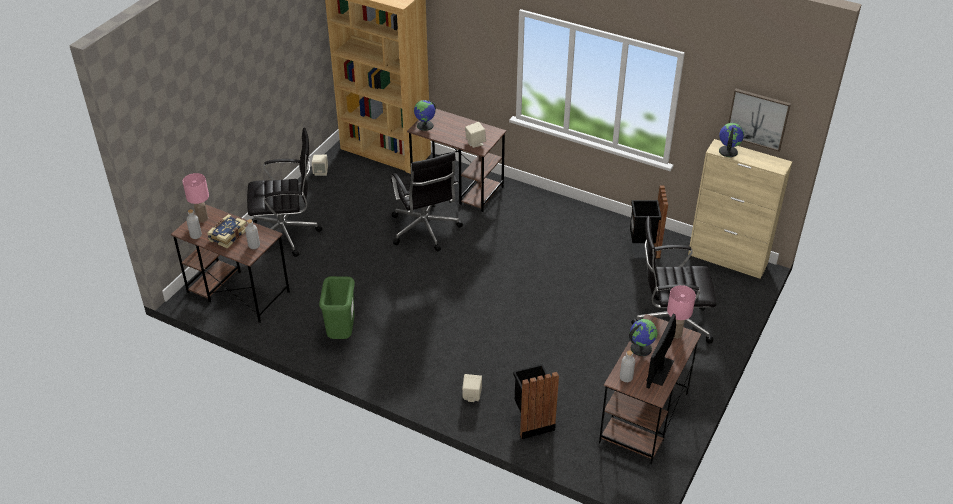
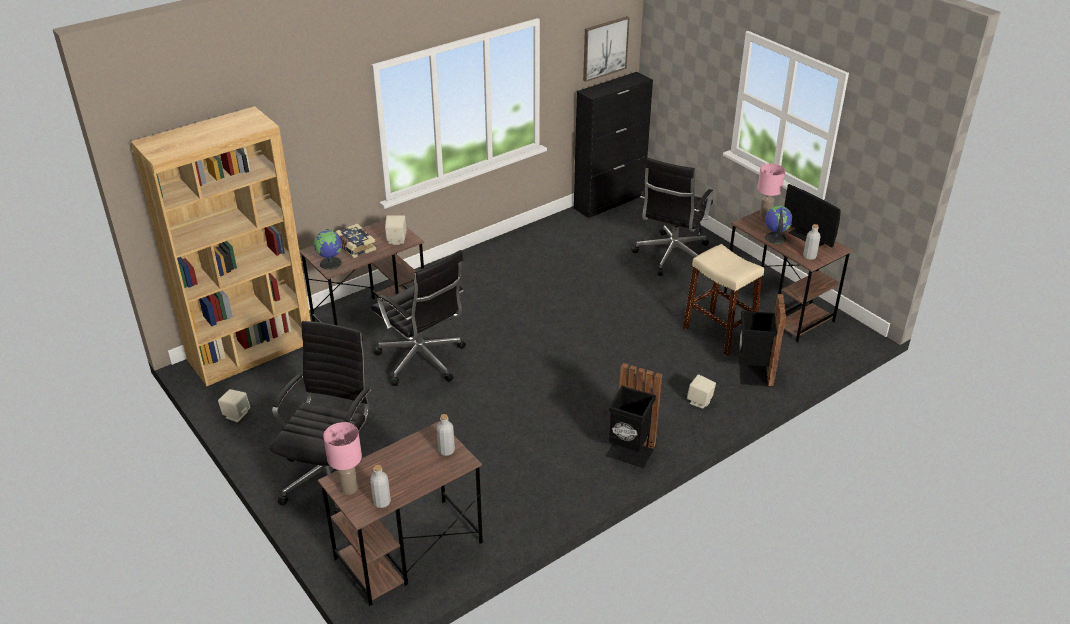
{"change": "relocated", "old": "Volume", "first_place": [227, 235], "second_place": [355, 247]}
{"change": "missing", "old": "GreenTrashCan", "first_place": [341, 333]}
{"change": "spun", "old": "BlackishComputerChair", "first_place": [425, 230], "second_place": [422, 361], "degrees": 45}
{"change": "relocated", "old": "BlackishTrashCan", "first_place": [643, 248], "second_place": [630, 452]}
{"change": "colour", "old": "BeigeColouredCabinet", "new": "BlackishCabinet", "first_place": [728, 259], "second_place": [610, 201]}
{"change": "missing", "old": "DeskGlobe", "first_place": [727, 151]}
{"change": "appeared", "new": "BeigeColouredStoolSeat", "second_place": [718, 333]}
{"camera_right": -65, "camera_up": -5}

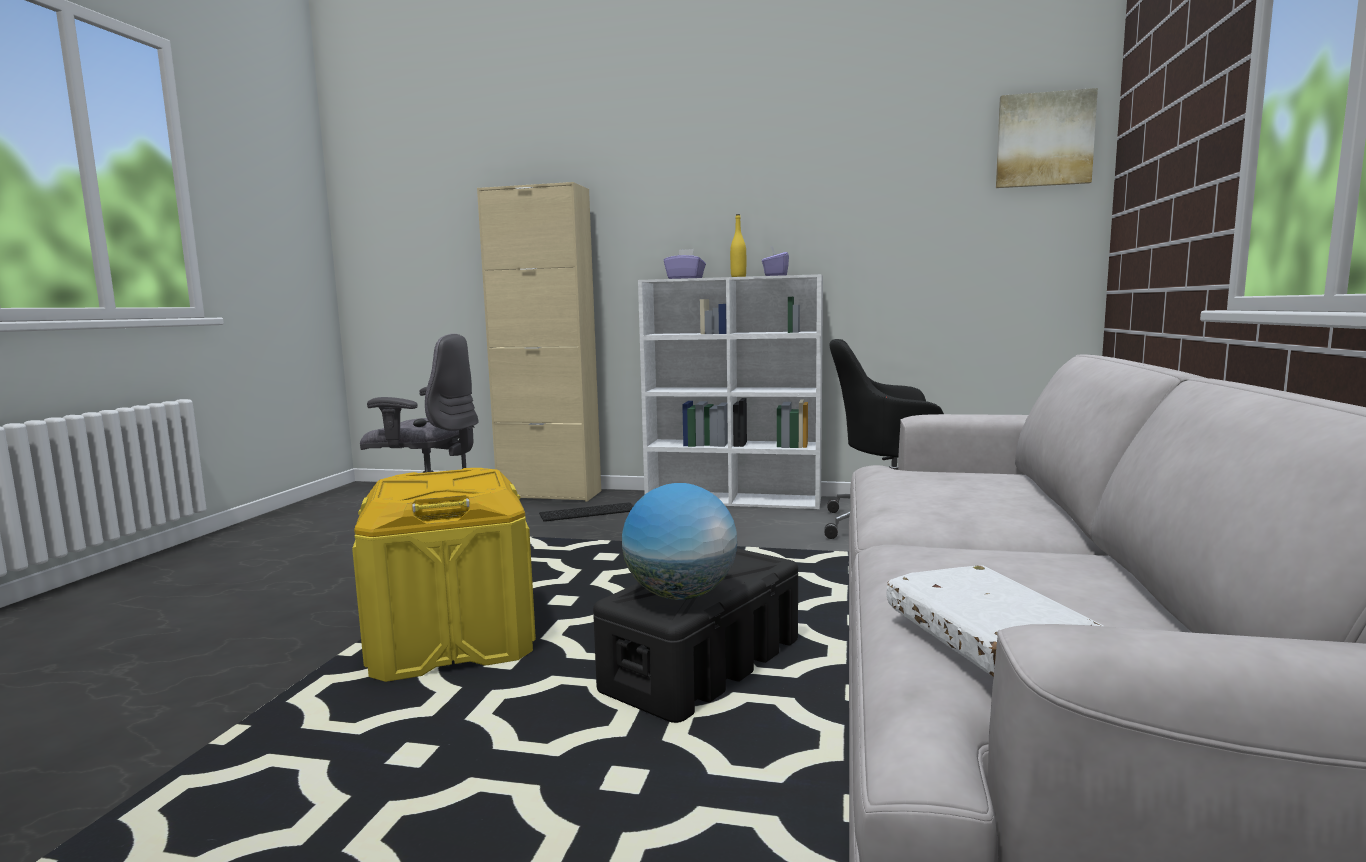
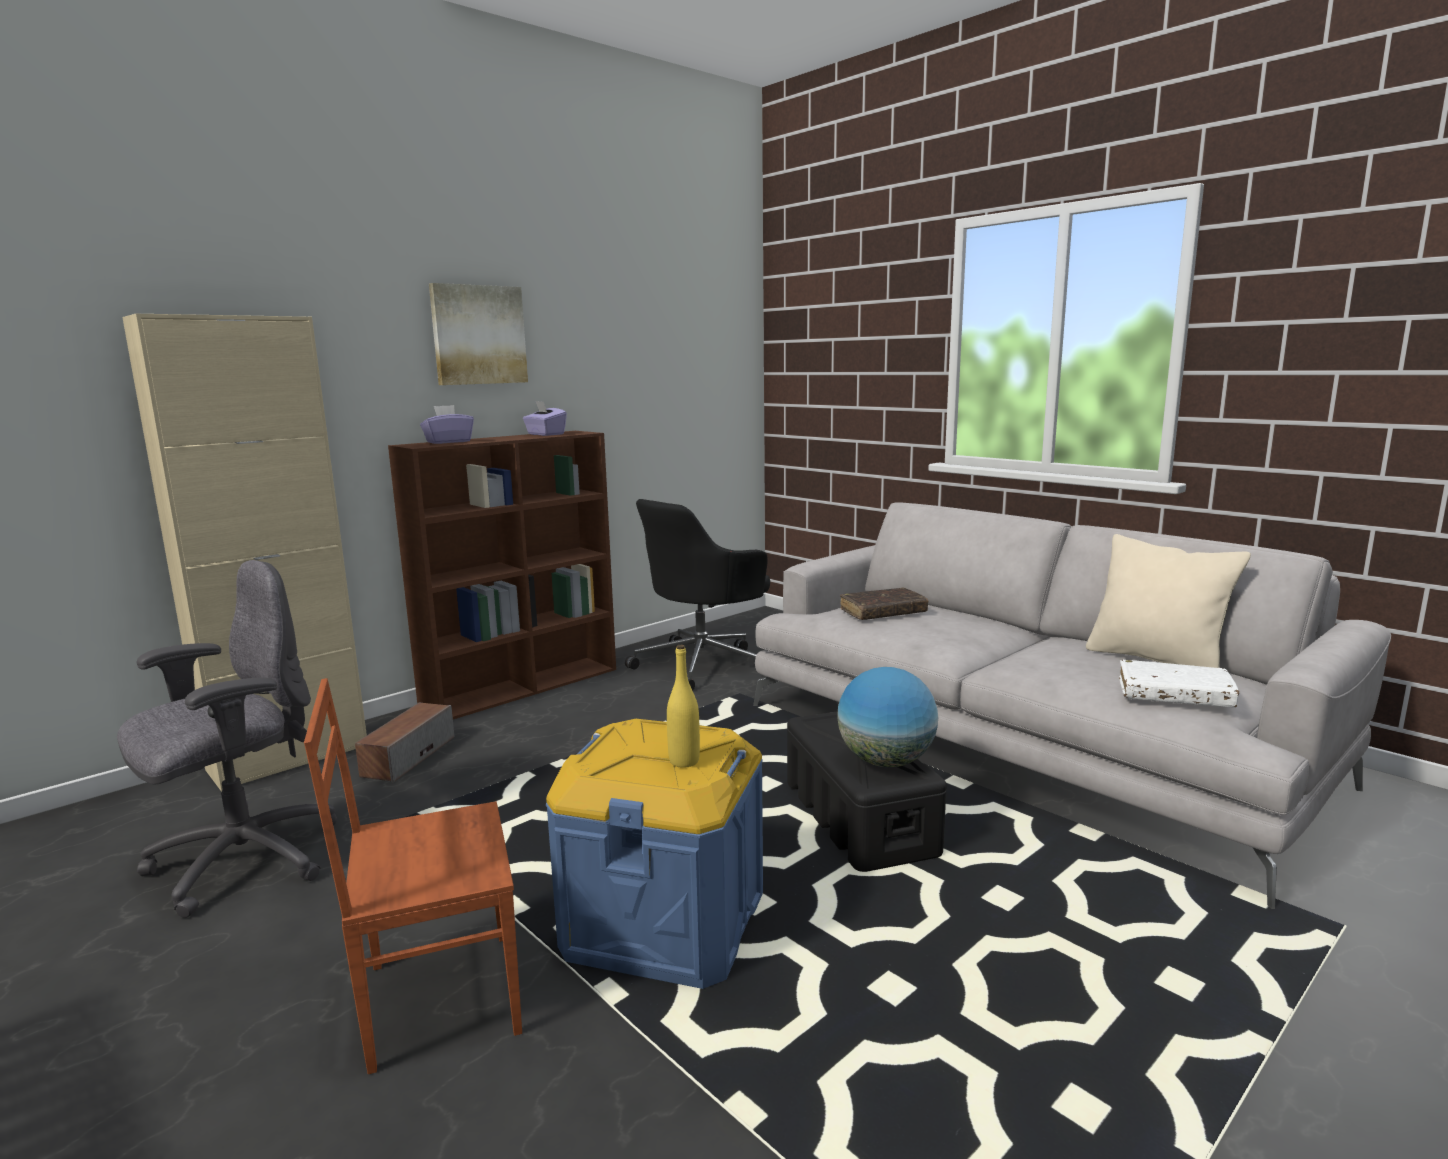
{"change": "colour", "old": "YellowColouredStorageBin", "new": "BlueColouredStorageBin", "first_place": [452, 640], "second_place": [665, 921]}
{"change": "exchanged", "old": "ComputerKeyboard", "new": "Speaker", "first_place": [589, 512], "second_place": [408, 756]}
{"change": "colour", "old": "WhiteBookcase", "new": "BrownColouredBookcase", "first_place": [735, 500], "second_place": [523, 687]}
{"change": "relocated", "old": "YellowColouredDrinkBottle", "first_place": [738, 277], "second_place": [684, 761]}
{"change": "relocated", "old": "WallArt", "first_place": [1044, 140], "second_place": [478, 335]}
{"change": "appeared", "new": "BrownColouredUprightChair", "second_place": [439, 997]}
{"change": "appeared", "new": "BrownColouredVolume", "second_place": [883, 612]}
{"change": "appeared", "new": "BeigeColouredPillow", "second_place": [1156, 660]}
{"camera_right": -55, "camera_up": 5}

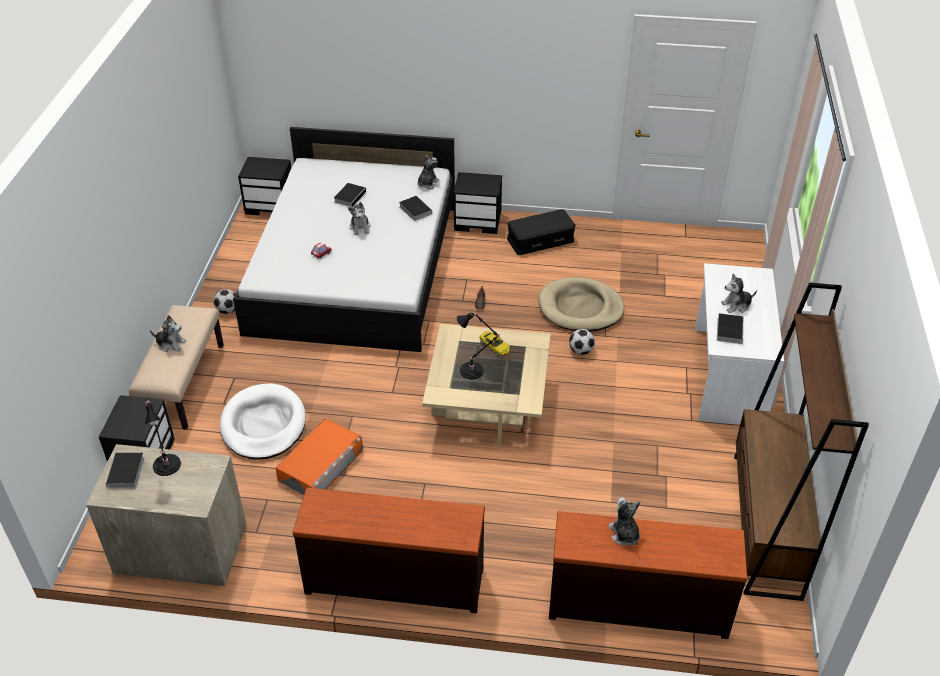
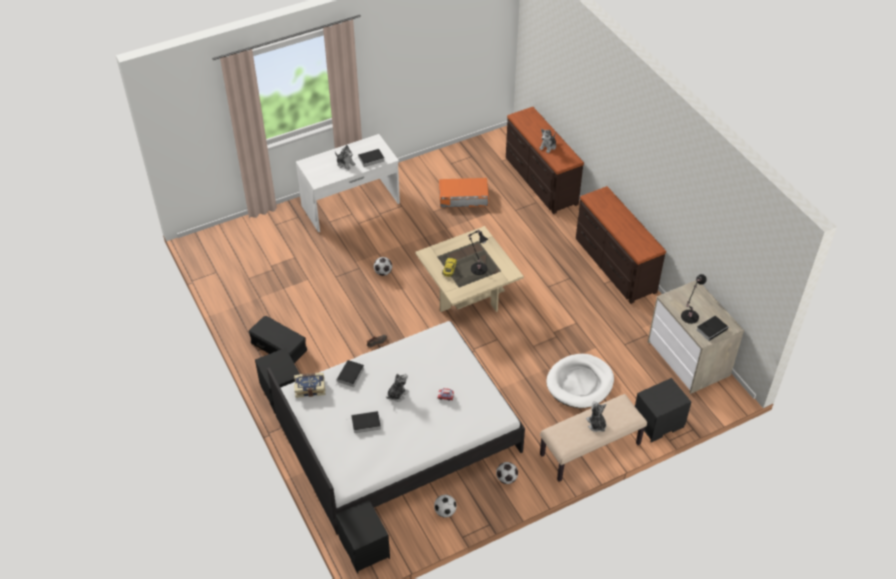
{"change": "relocated", "old": "OrangeyStorageBin", "first_place": [321, 465], "second_place": [463, 196]}
{"change": "exchanged", "old": "CuddlyToy", "new": "Volume", "first_place": [427, 183], "second_place": [310, 387]}
{"change": "missing", "old": "BeigeColouredDogBed", "first_place": [580, 308]}
{"change": "missing", "old": "BrownColouredBookcase", "first_place": [766, 525]}
{"change": "appeared", "new": "BallForFootball", "second_place": [445, 511]}
{"camera_right": -125, "camera_up": 5}

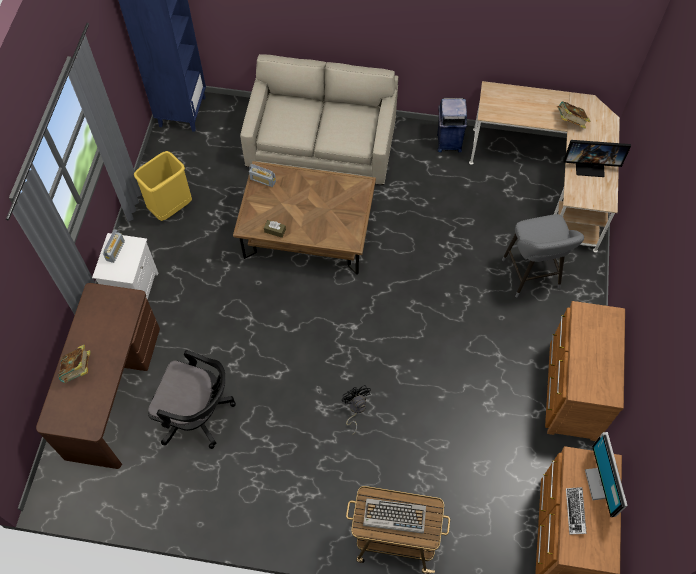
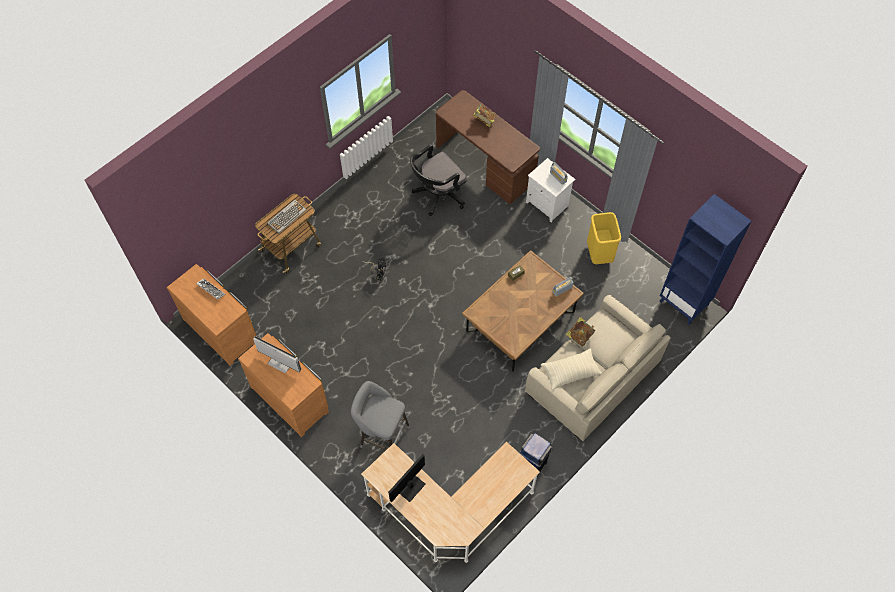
{"change": "relocated", "old": "Volume", "first_place": [570, 122], "second_place": [579, 336]}
{"change": "relocated", "old": "ComputerDisplay", "first_place": [601, 483], "second_place": [280, 363]}
{"change": "appeared", "new": "BeigeColouredPillow", "second_place": [570, 372]}
{"camera_right": 125, "camera_up": 0}

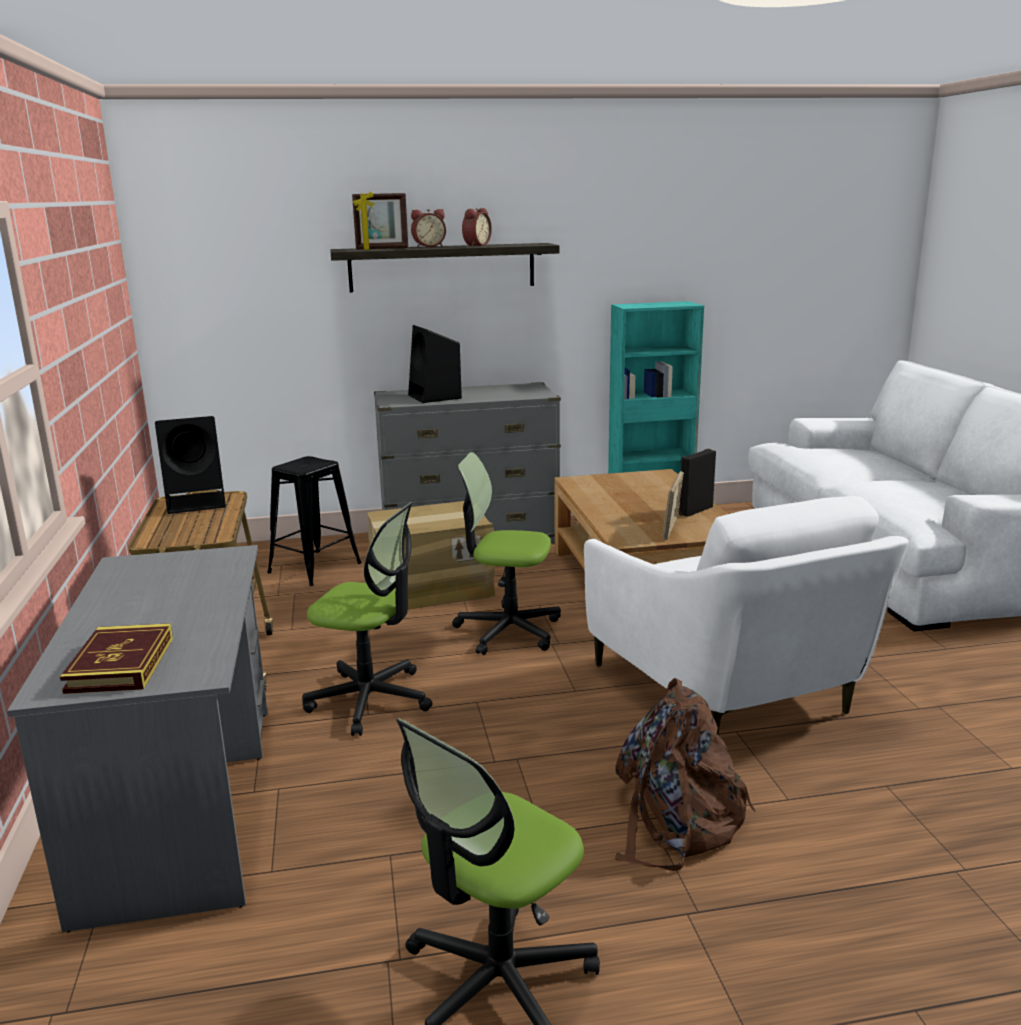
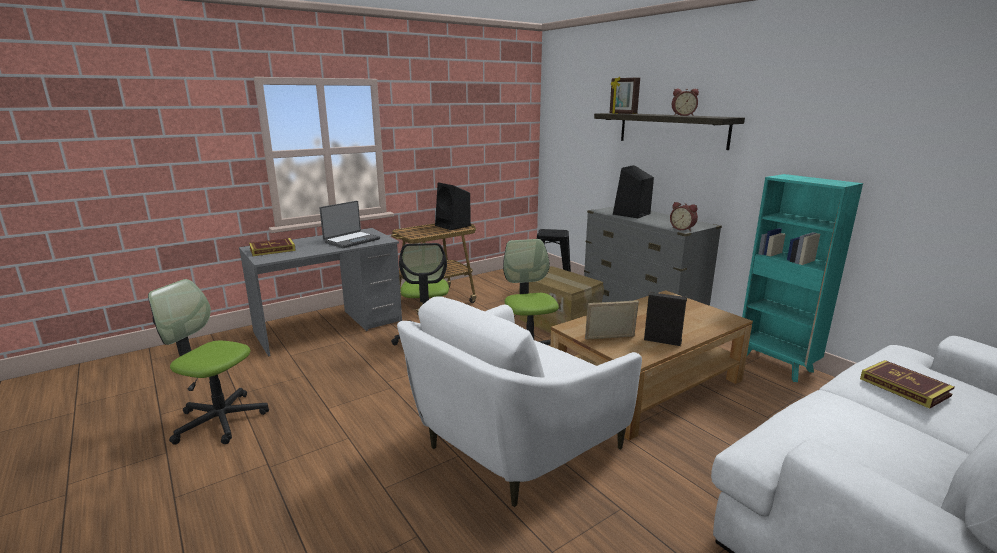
{"change": "relocated", "old": "TableClock", "first_place": [428, 246], "second_place": [682, 229]}
{"change": "missing", "old": "BrownColouredRucksack", "first_place": [676, 820]}
{"change": "appeared", "new": "NotebookComputer", "second_place": [351, 240]}
{"change": "appeared", "new": "Volume", "second_place": [904, 387]}
{"camera_right": 65, "camera_up": 0}

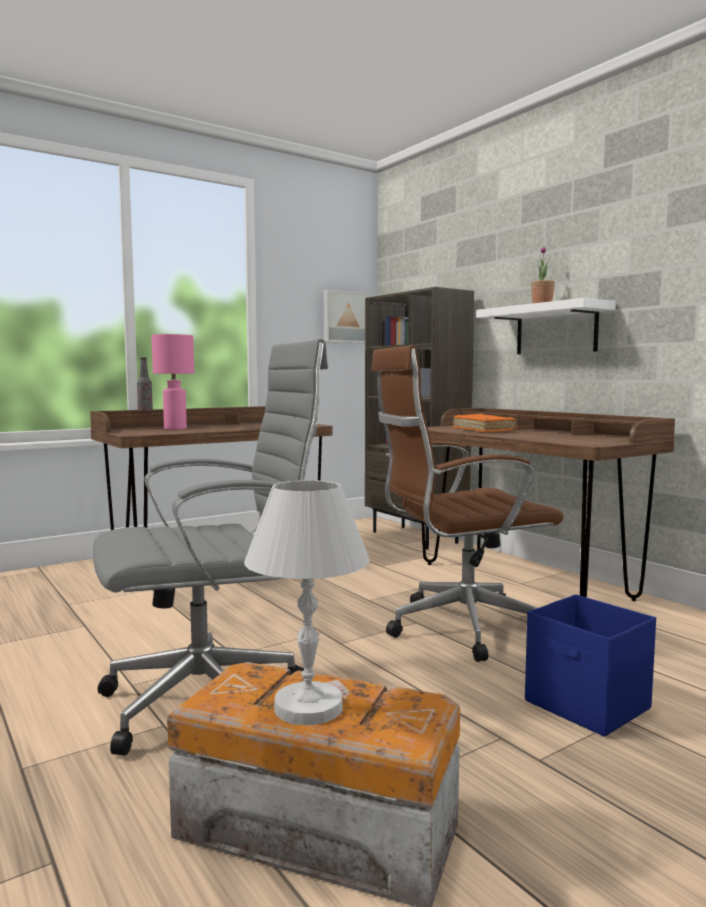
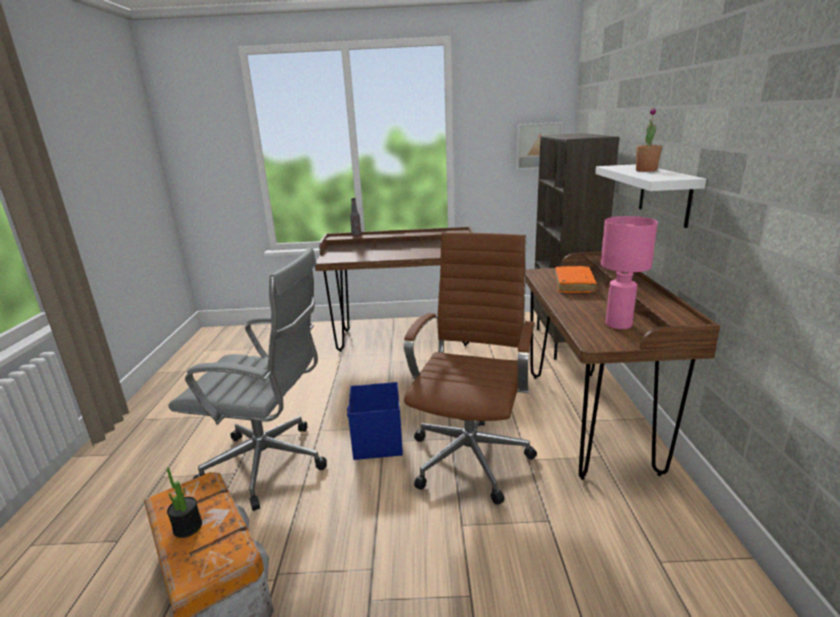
{"change": "relocated", "old": "PinkColouredTabletopLamp", "first_place": [174, 429], "second_place": [617, 324]}
{"change": "exchanged", "old": "WhiteTabletopLamp", "new": "Houseplant", "first_place": [309, 707], "second_place": [188, 527]}
{"change": "spun", "old": "BrownColouredComputerChair", "first_place": [458, 628], "second_place": [471, 455], "degrees": 90}
{"change": "relocated", "old": "BlueColouredStorageBin", "first_place": [588, 706], "second_place": [377, 442]}
{"camera_right": 35, "camera_up": 15}

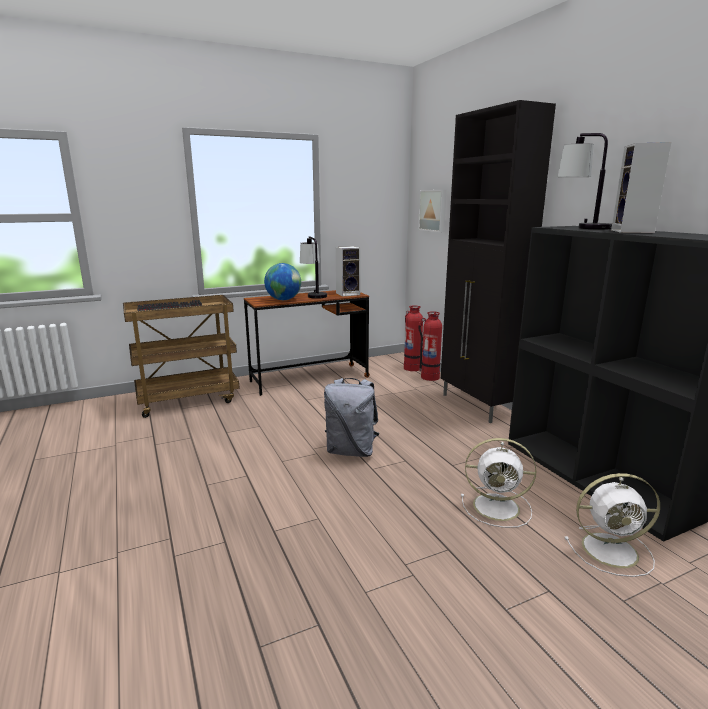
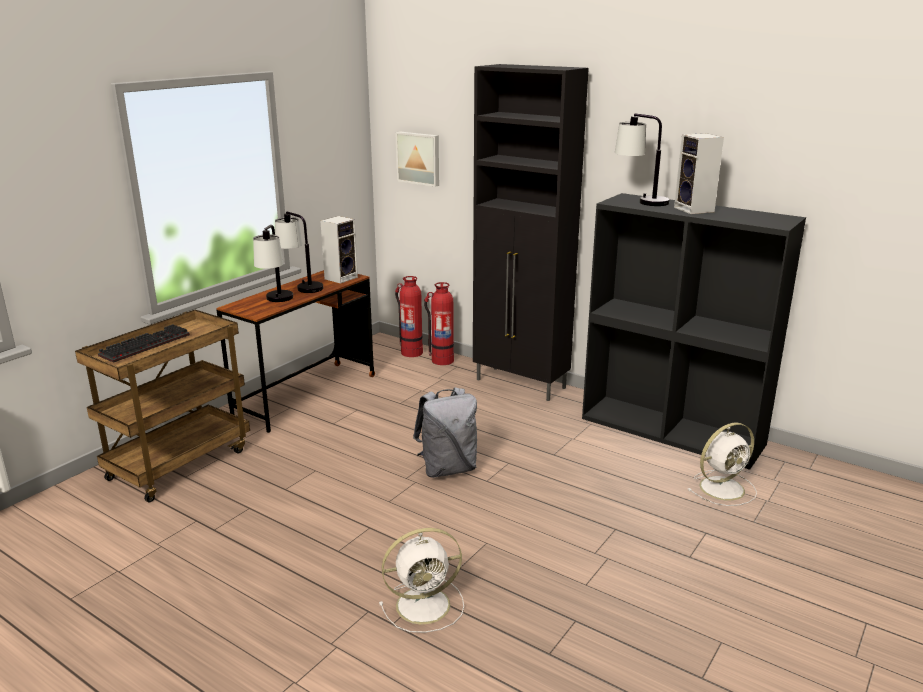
{"change": "exchanged", "old": "DeskGlobe", "new": "TabletopLamp", "first_place": [283, 300], "second_place": [277, 302]}
{"change": "relocated", "old": "WhiteFan", "first_place": [498, 507], "second_place": [425, 605]}
{"camera_right": -30, "camera_up": 5}

